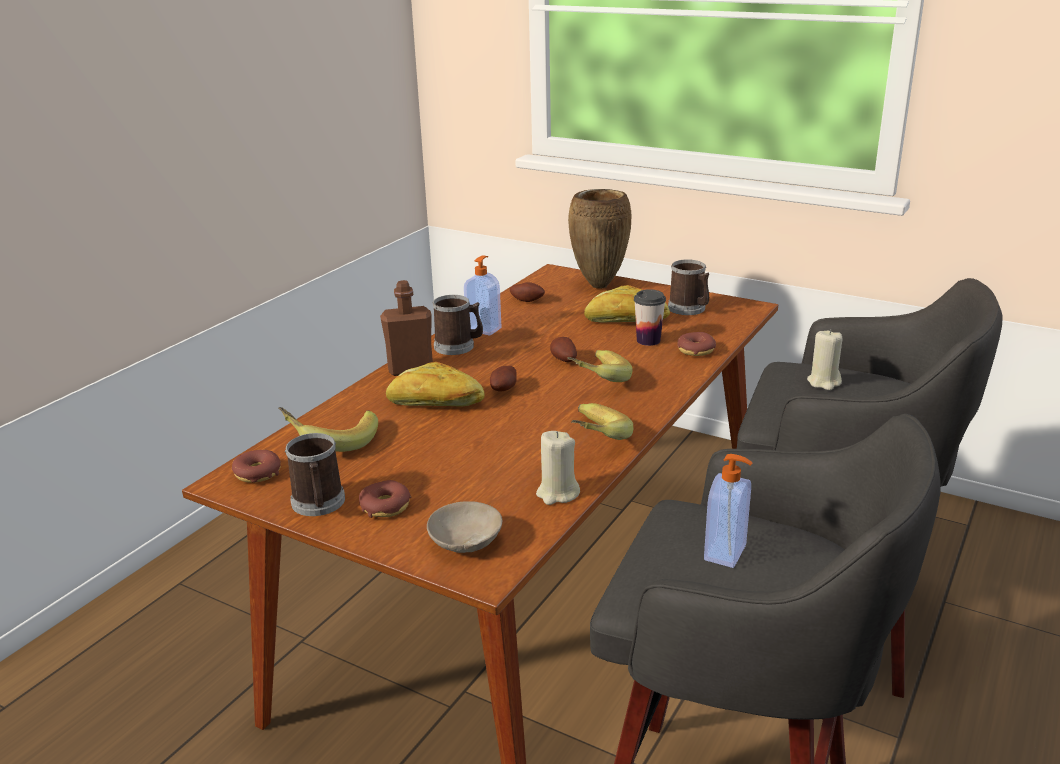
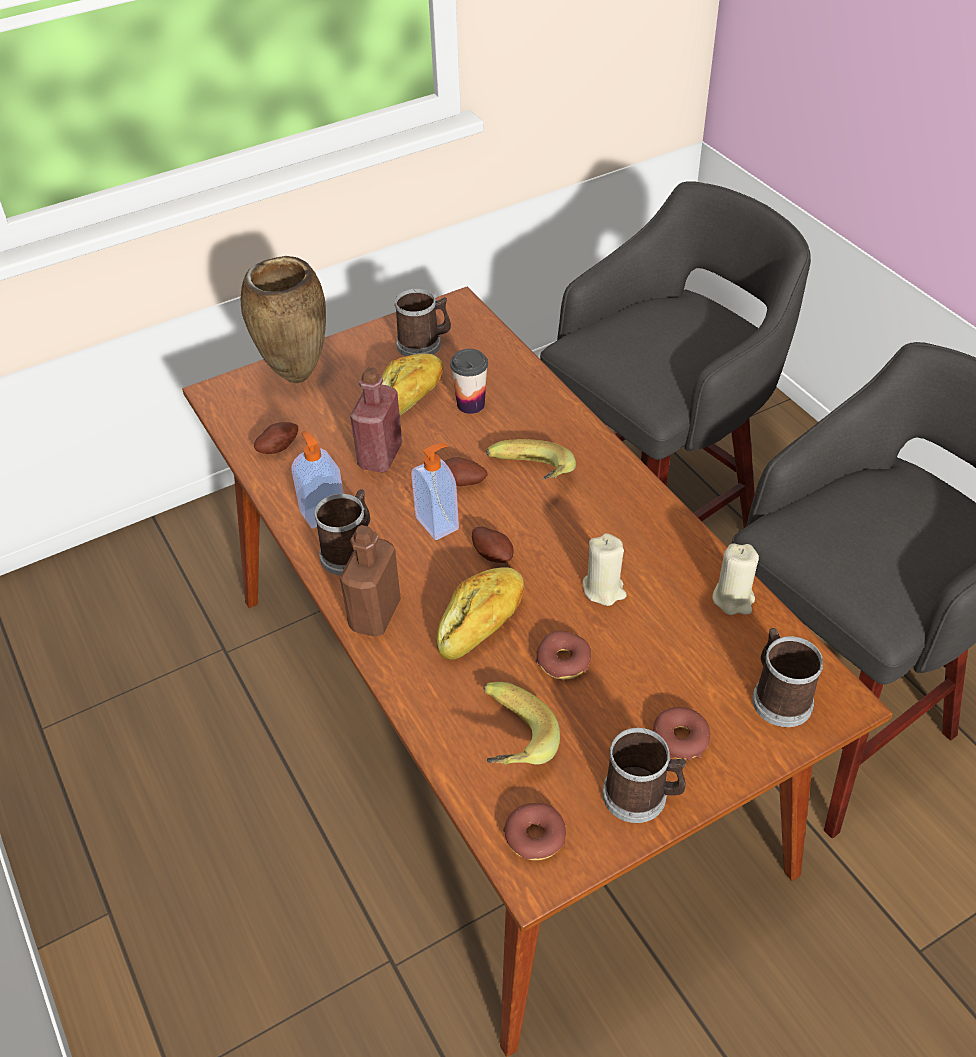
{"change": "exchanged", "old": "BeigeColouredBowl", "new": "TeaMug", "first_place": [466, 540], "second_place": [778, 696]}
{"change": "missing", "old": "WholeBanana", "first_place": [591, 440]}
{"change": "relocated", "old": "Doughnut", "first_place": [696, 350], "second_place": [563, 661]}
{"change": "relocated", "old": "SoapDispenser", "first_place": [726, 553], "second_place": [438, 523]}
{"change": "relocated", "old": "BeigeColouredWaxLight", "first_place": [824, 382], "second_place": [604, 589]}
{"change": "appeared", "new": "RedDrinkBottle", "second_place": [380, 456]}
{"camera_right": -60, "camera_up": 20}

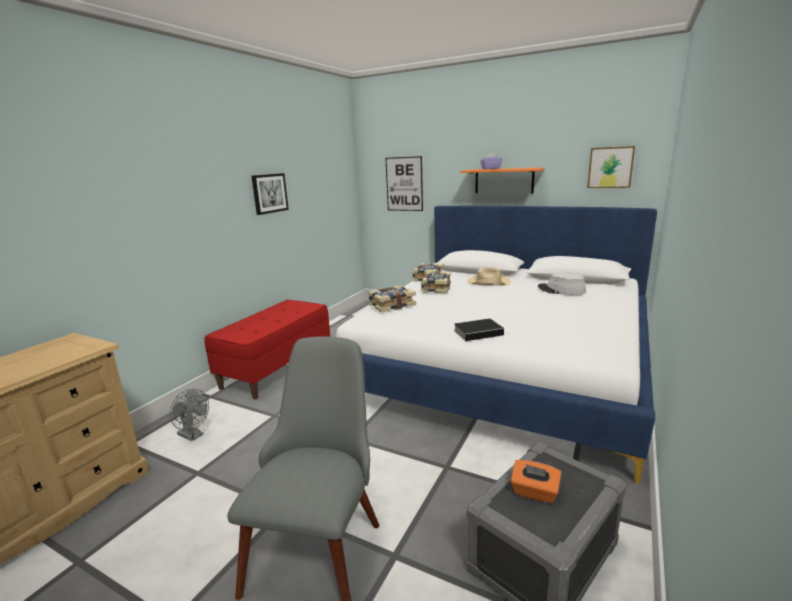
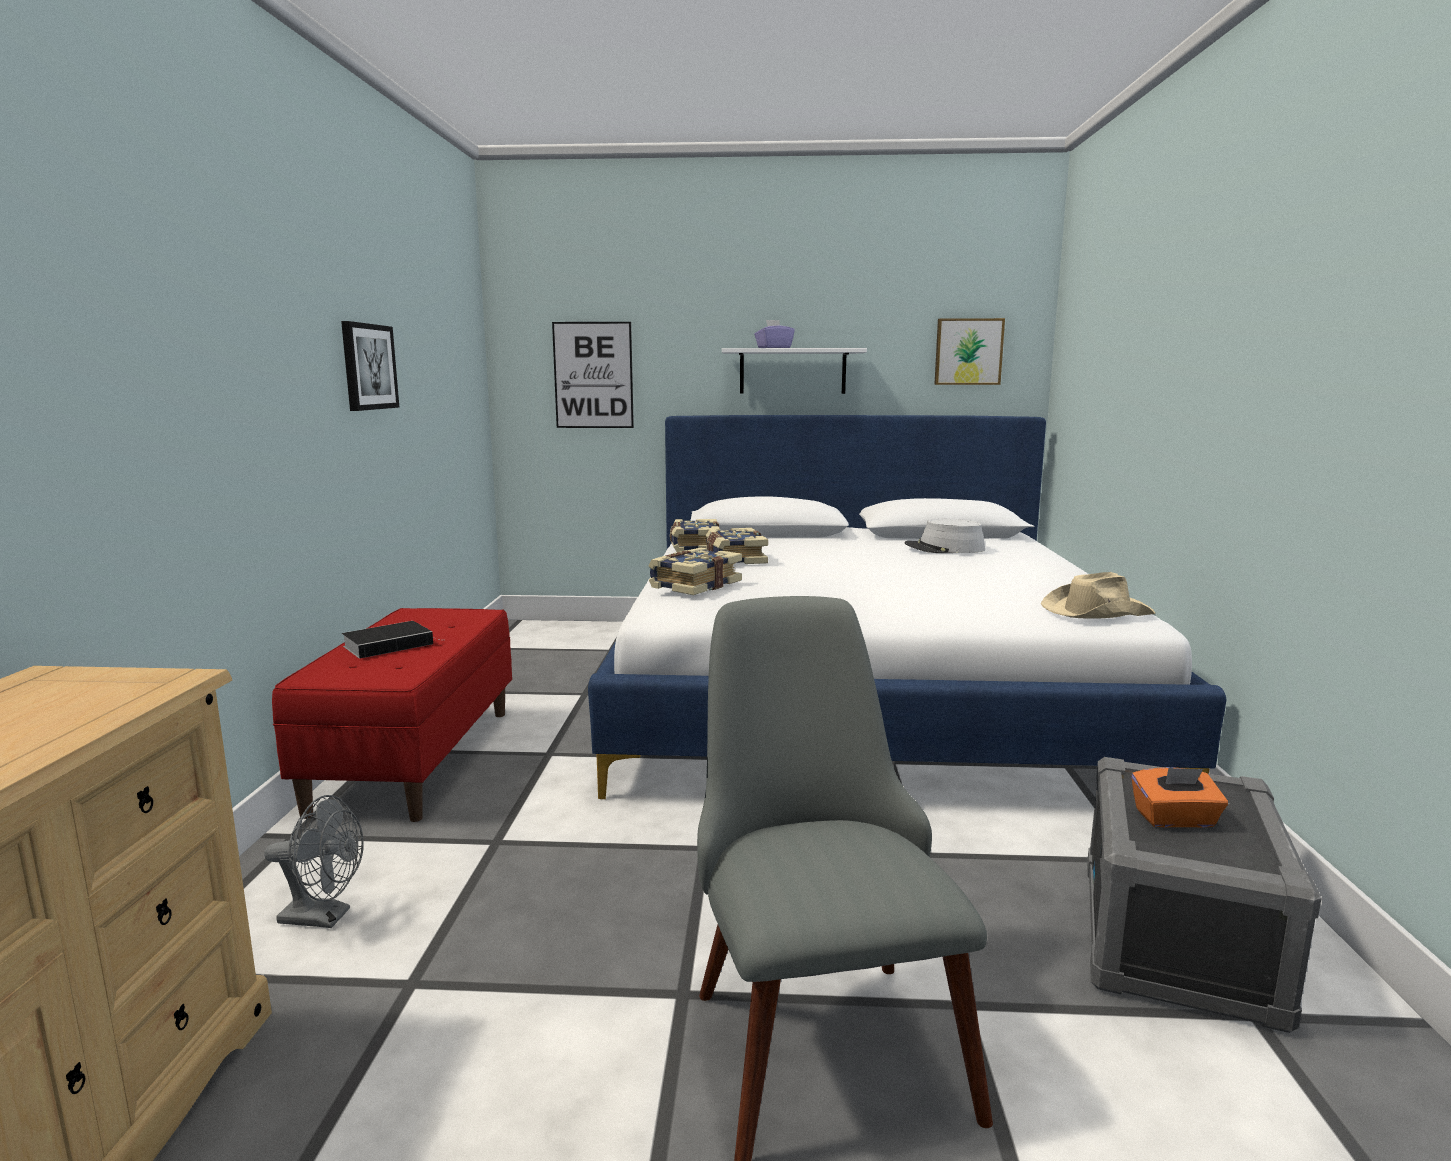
{"change": "relocated", "old": "Volume", "first_place": [479, 332], "second_place": [390, 644]}
{"change": "colour", "old": "OrangeyBracketShelf", "new": "WhiteBracketShelf", "first_place": [504, 180], "second_place": [792, 371]}
{"change": "relocated", "old": "BeigeColouredClothingHat", "first_place": [488, 282], "second_place": [1095, 611]}
{"camera_right": -25, "camera_up": -5}

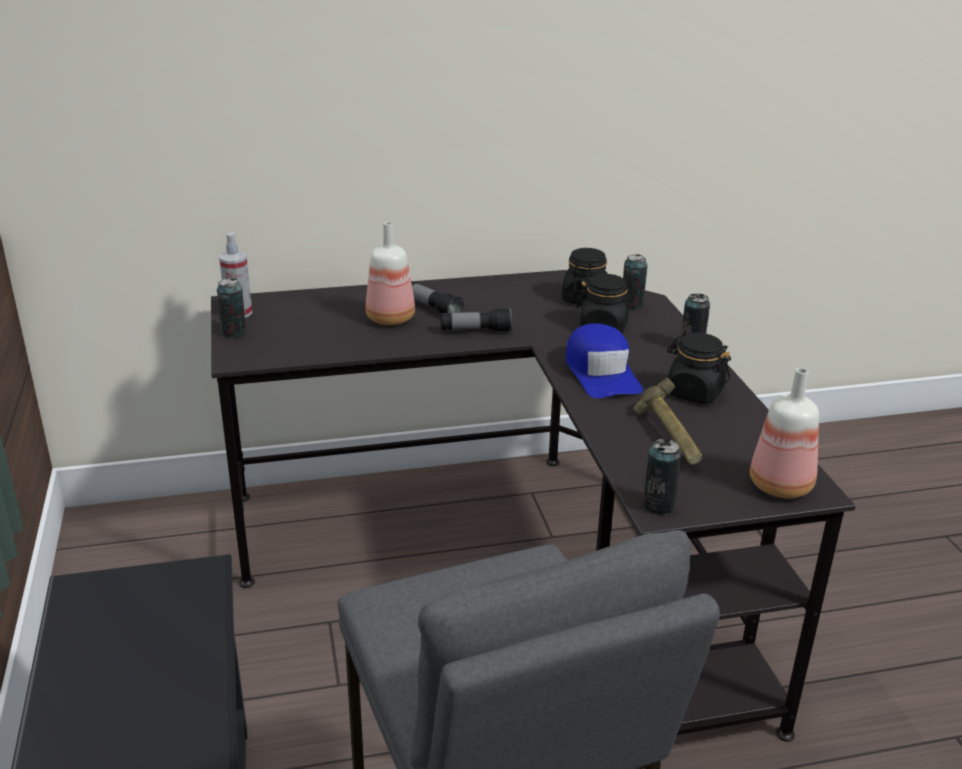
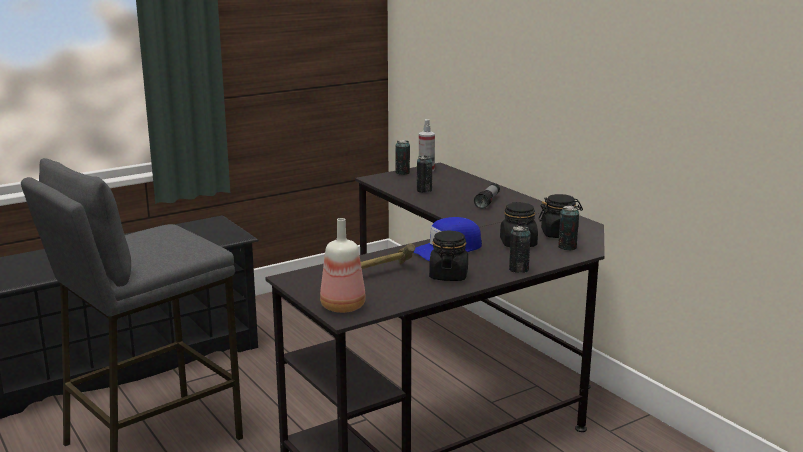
{"change": "missing", "old": "DrinkBottle", "first_place": [392, 319]}
{"change": "missing", "old": "Flashlight", "first_place": [475, 330]}
{"change": "relocated", "old": "MetalCan", "first_place": [658, 505], "second_place": [424, 190]}
{"camera_right": 70, "camera_up": -10}

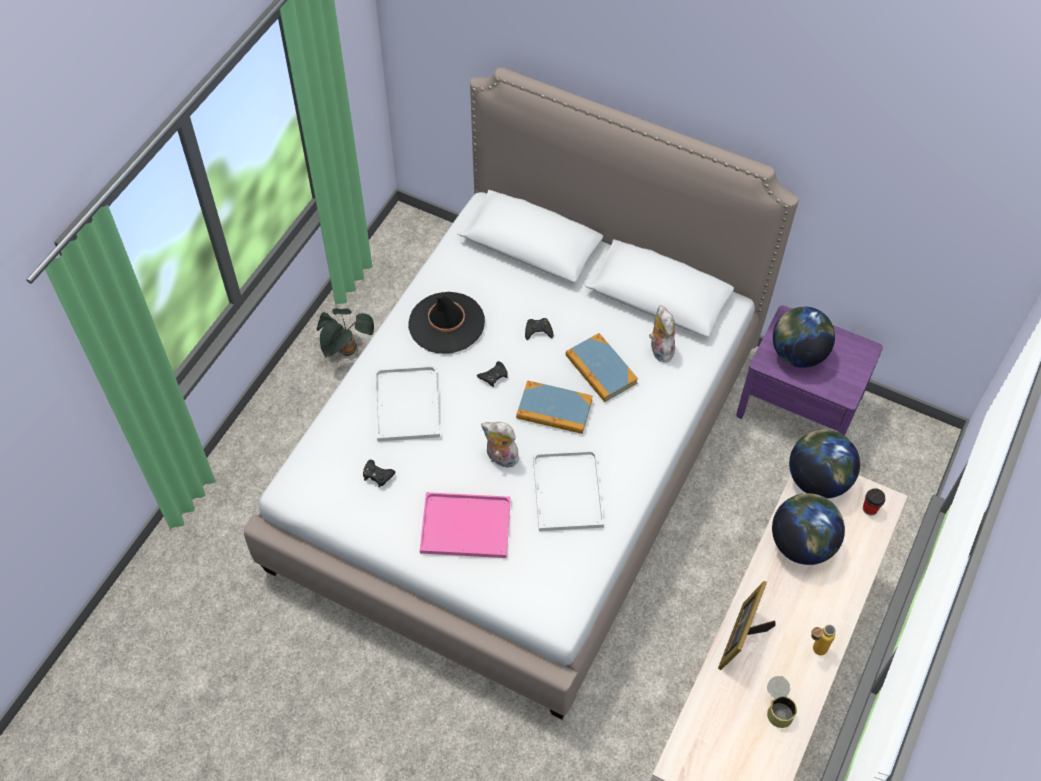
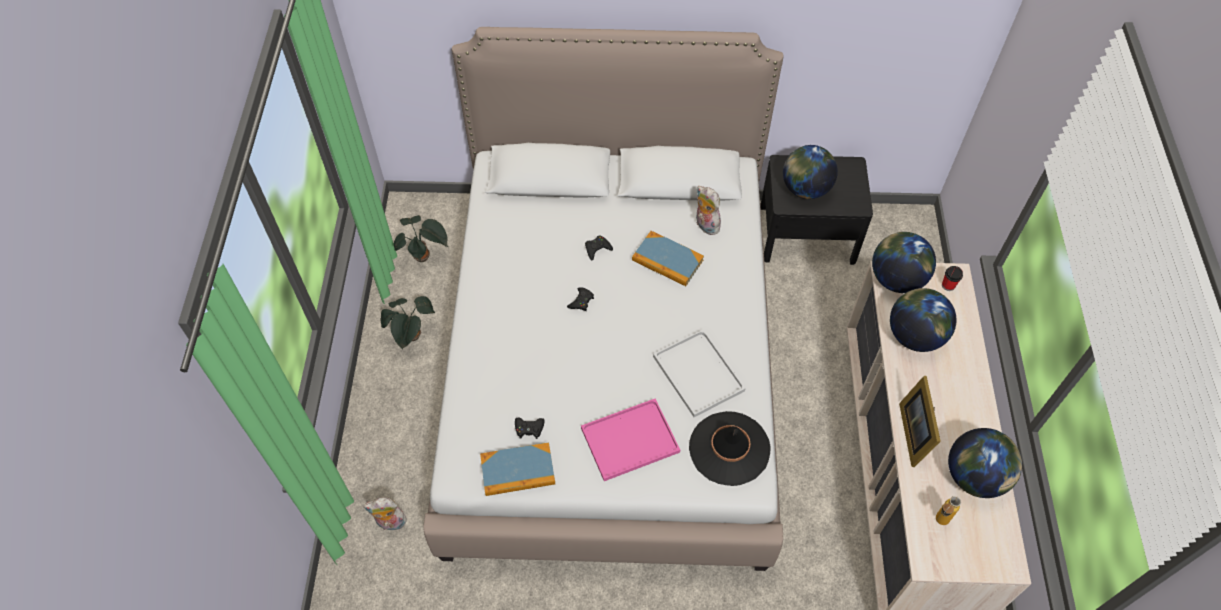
{"change": "missing", "old": "WhiteTray", "first_place": [406, 403]}
{"change": "relocated", "old": "BlackishClothingHat", "first_place": [446, 323], "second_place": [729, 448]}
{"change": "relocated", "old": "CuddlyToy", "first_place": [500, 458], "second_place": [390, 523]}
{"change": "relocated", "old": "Volume", "first_place": [554, 409], "second_place": [518, 471]}
{"change": "colour", "old": "PurpleNightTable", "new": "BlackishNightTable", "first_place": [799, 405], "second_place": [807, 234]}
{"change": "exchanged", "old": "MetalCan", "new": "DeskGlobe", "first_place": [778, 707], "second_place": [975, 476]}
{"change": "relocated", "old": "DrinkBottle", "first_place": [814, 650], "second_place": [938, 522]}
{"change": "appeared", "new": "Houseplant", "second_place": [424, 257]}
{"camera_right": -25, "camera_up": 0}

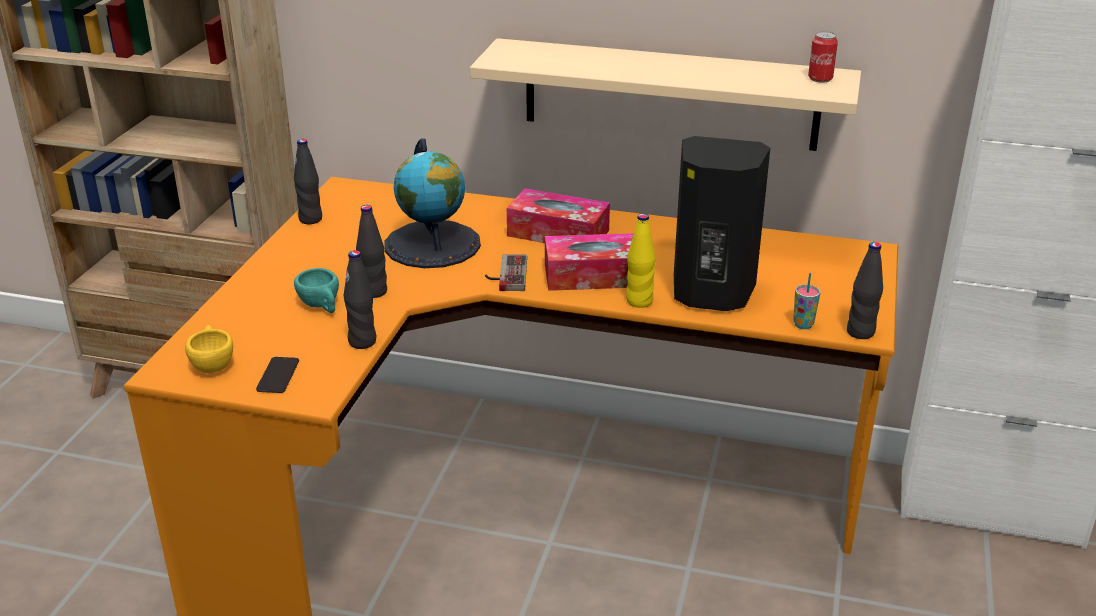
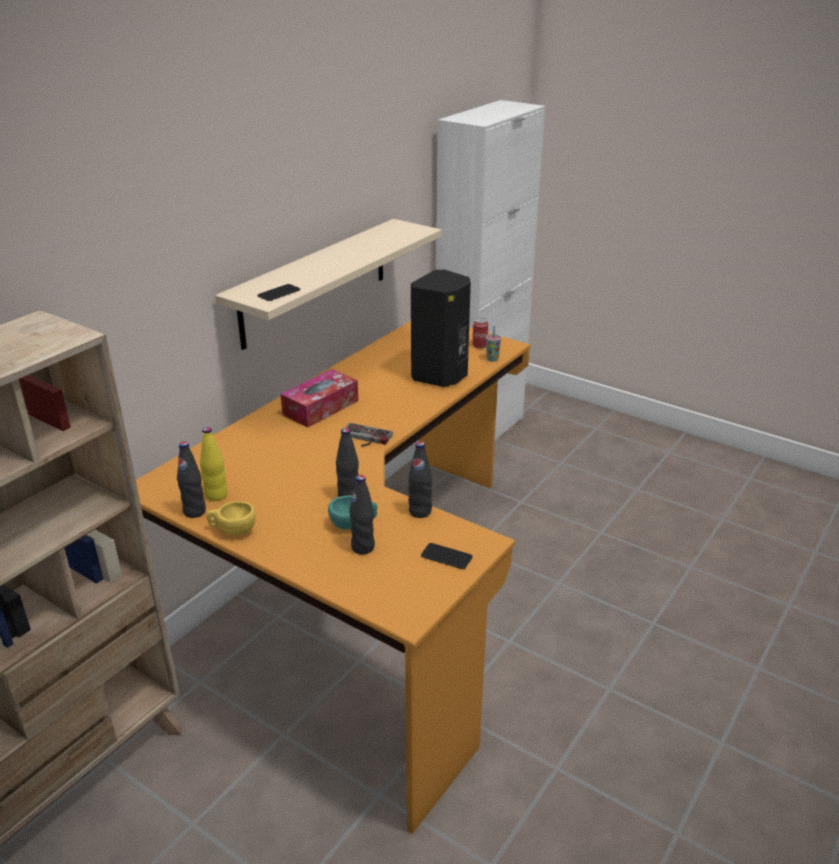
{"change": "relocated", "old": "YellowColouredDrinkingCup", "first_place": [212, 363], "second_place": [232, 530]}
{"change": "missing", "old": "DeskGlobe", "first_place": [433, 244]}
{"change": "missing", "old": "TissueBox", "first_place": [594, 276]}
{"change": "relocated", "old": "YellowColouredDrinkBottle", "first_place": [639, 301], "second_place": [216, 495]}
{"change": "relocated", "old": "MetalCan", "first_place": [820, 79], "second_place": [479, 345]}
{"change": "relocated", "old": "BlackishDrinkBottle", "first_place": [860, 332], "second_place": [363, 547]}
{"change": "appeared", "new": "Handset", "second_place": [279, 293]}
{"camera_right": -70, "camera_up": 0}

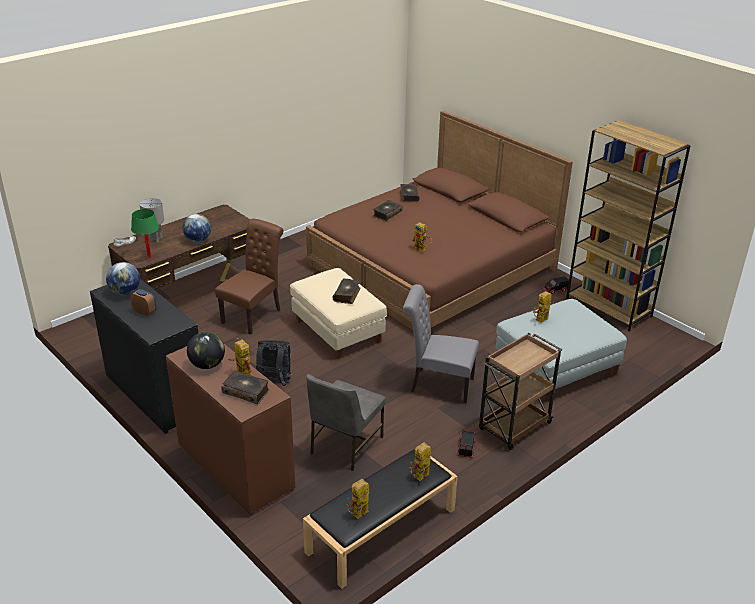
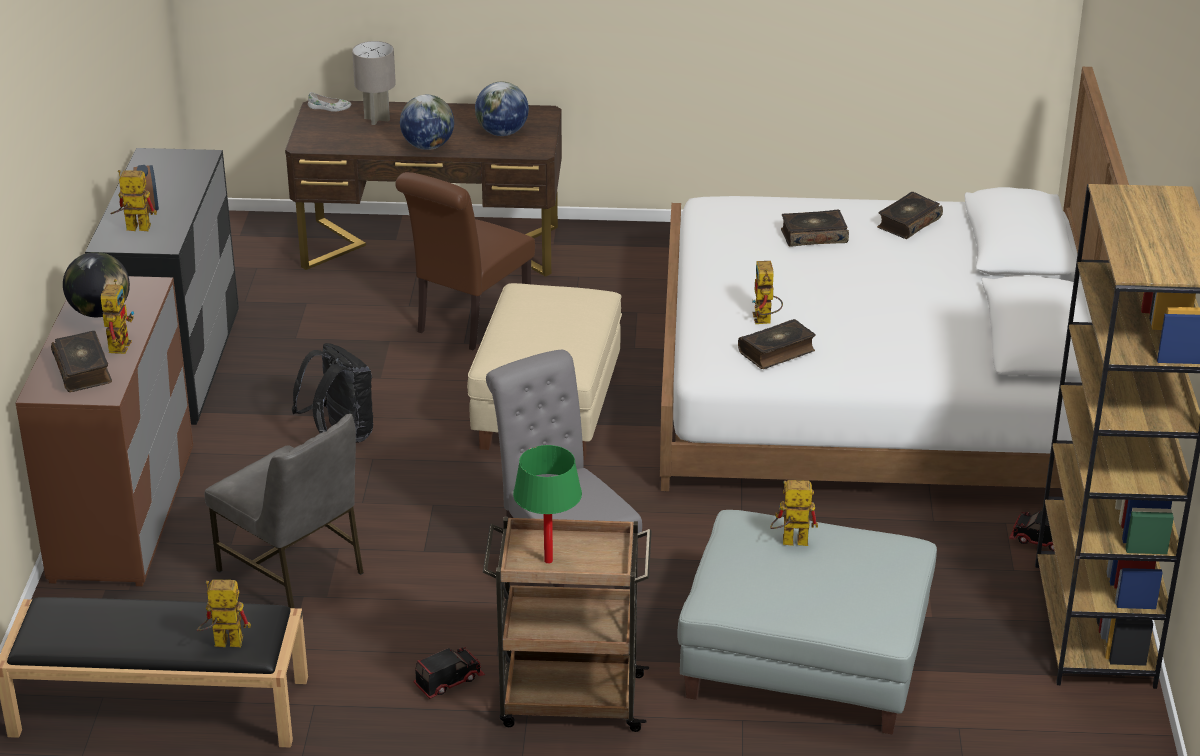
{"change": "relocated", "old": "DeskGlobe", "first_place": [125, 292], "second_place": [502, 133]}
{"change": "relocated", "old": "GreenTabletopLamp", "first_place": [149, 257], "second_place": [548, 561]}
{"change": "spun", "old": "BrownColouredUprightChair", "first_place": [254, 314], "second_place": [468, 322], "degrees": 135}
{"change": "colour", "old": "BrownColouredSleepingBed", "new": "WhiteSleepingBed", "first_place": [432, 266], "second_place": [875, 387]}
{"change": "spun", "old": "GreyishUprightChair", "first_place": [345, 445], "second_place": [293, 572], "degrees": -120}
{"change": "relocated", "old": "Volume", "first_place": [347, 295], "second_place": [777, 352]}
{"change": "relocated", "old": "ToyRobot", "first_place": [358, 515], "second_place": [132, 228]}
{"camera_right": 45, "camera_up": 0}

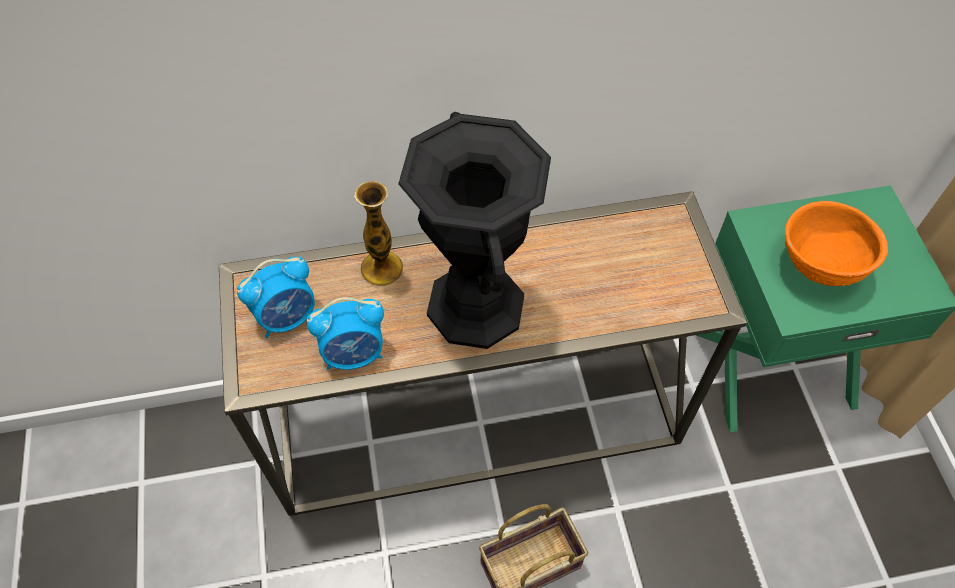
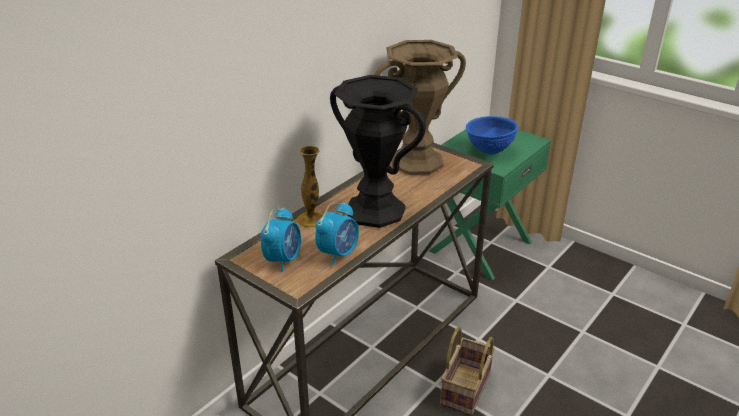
{"change": "colour", "old": "OrangeyBowl", "new": "BlueColouredBowl", "first_place": [818, 268], "second_place": [489, 151]}
{"change": "appeared", "new": "BrownColouredDecorativeVase", "second_place": [416, 161]}
{"camera_right": -40, "camera_up": -25}

